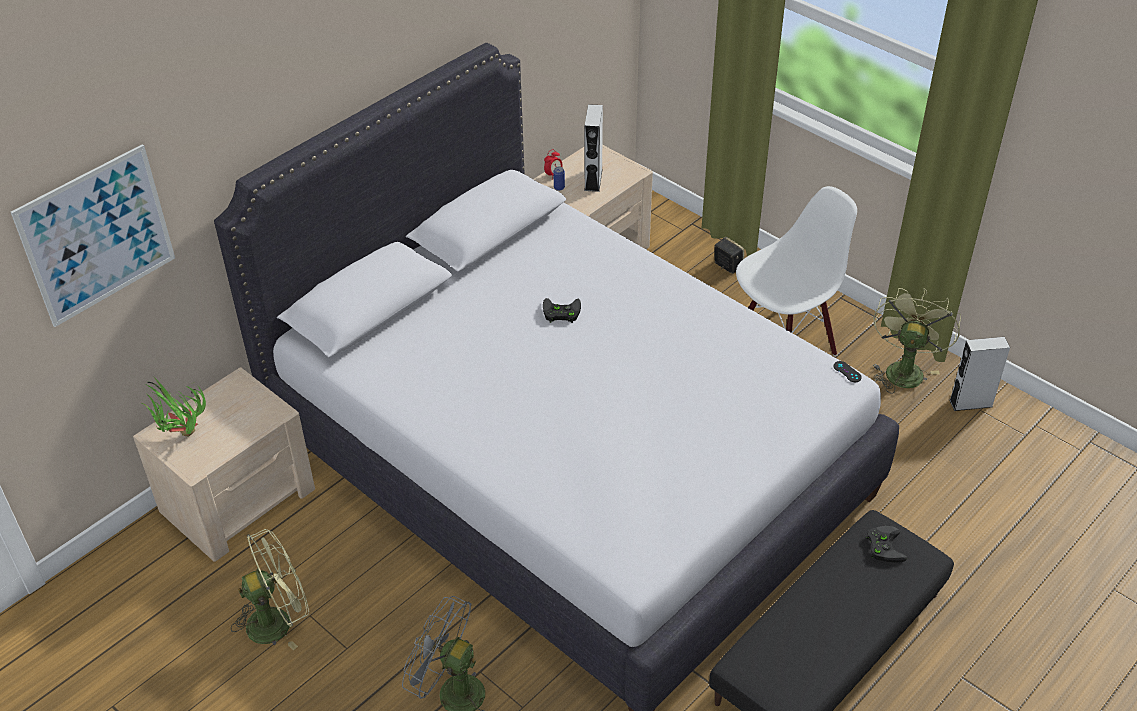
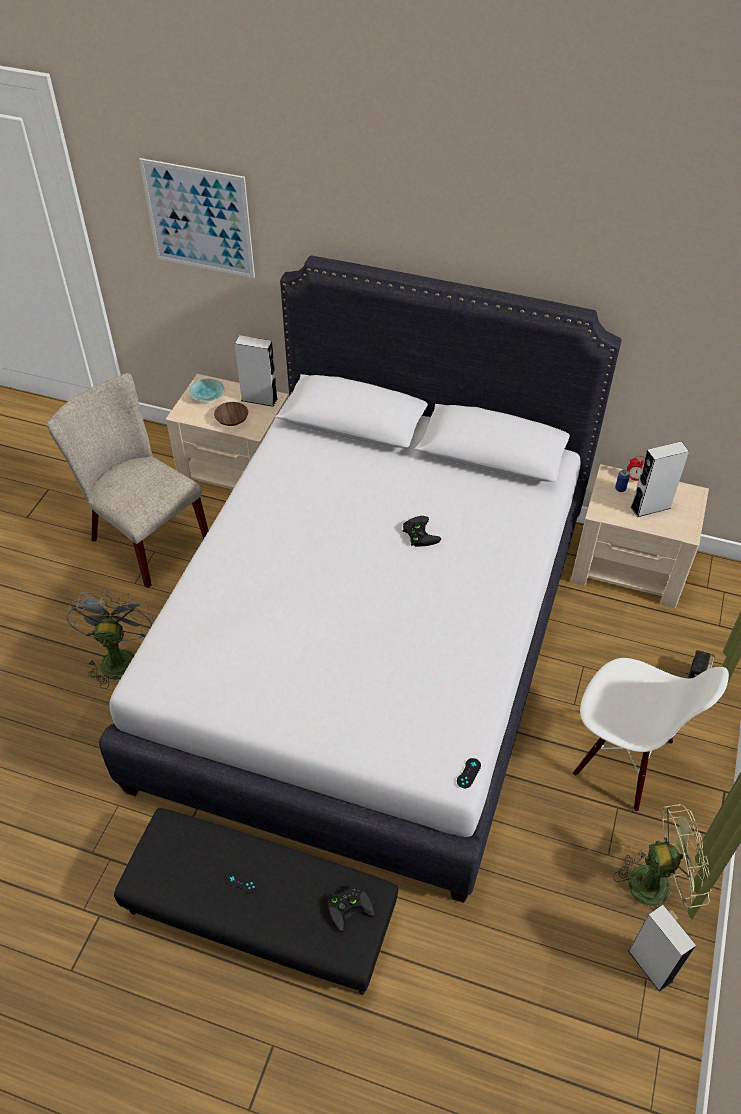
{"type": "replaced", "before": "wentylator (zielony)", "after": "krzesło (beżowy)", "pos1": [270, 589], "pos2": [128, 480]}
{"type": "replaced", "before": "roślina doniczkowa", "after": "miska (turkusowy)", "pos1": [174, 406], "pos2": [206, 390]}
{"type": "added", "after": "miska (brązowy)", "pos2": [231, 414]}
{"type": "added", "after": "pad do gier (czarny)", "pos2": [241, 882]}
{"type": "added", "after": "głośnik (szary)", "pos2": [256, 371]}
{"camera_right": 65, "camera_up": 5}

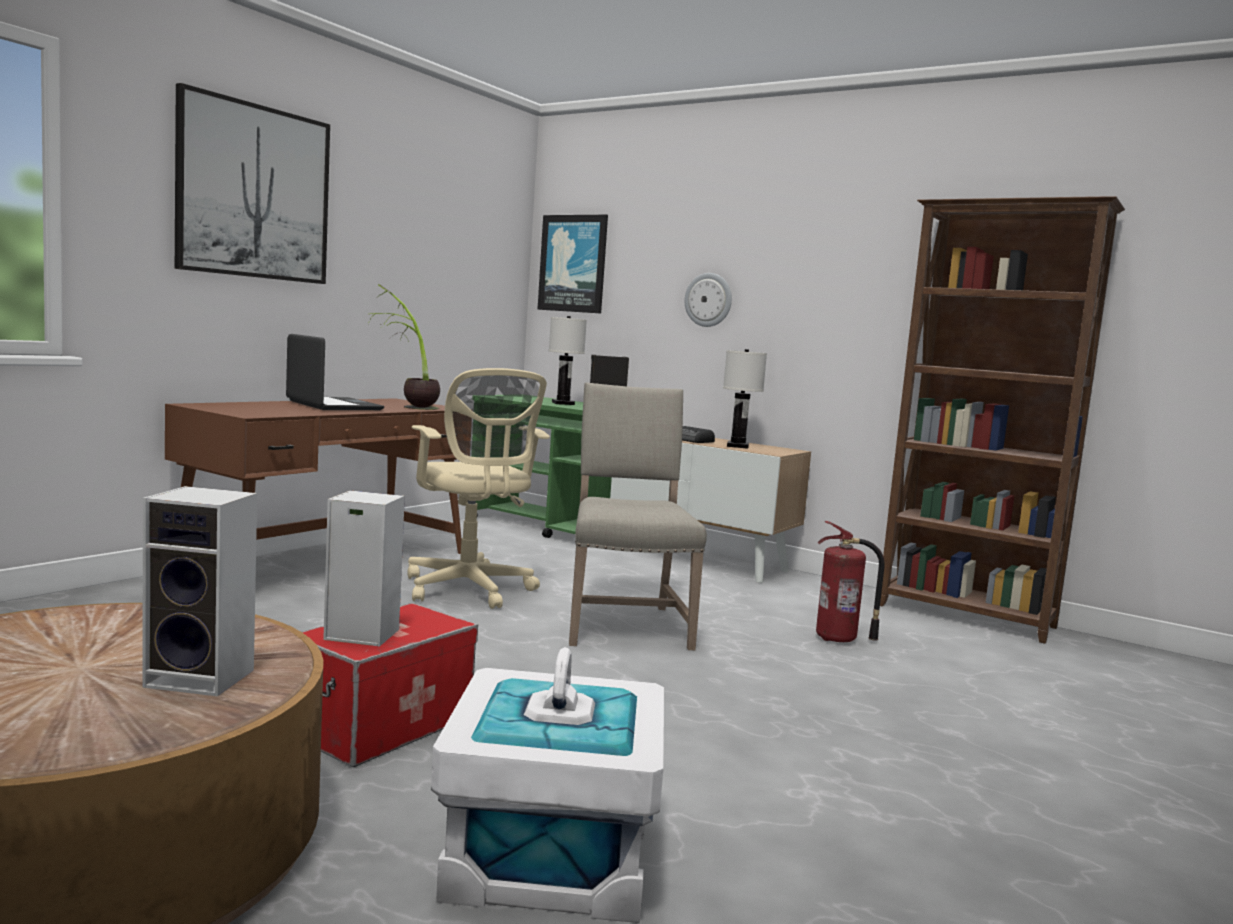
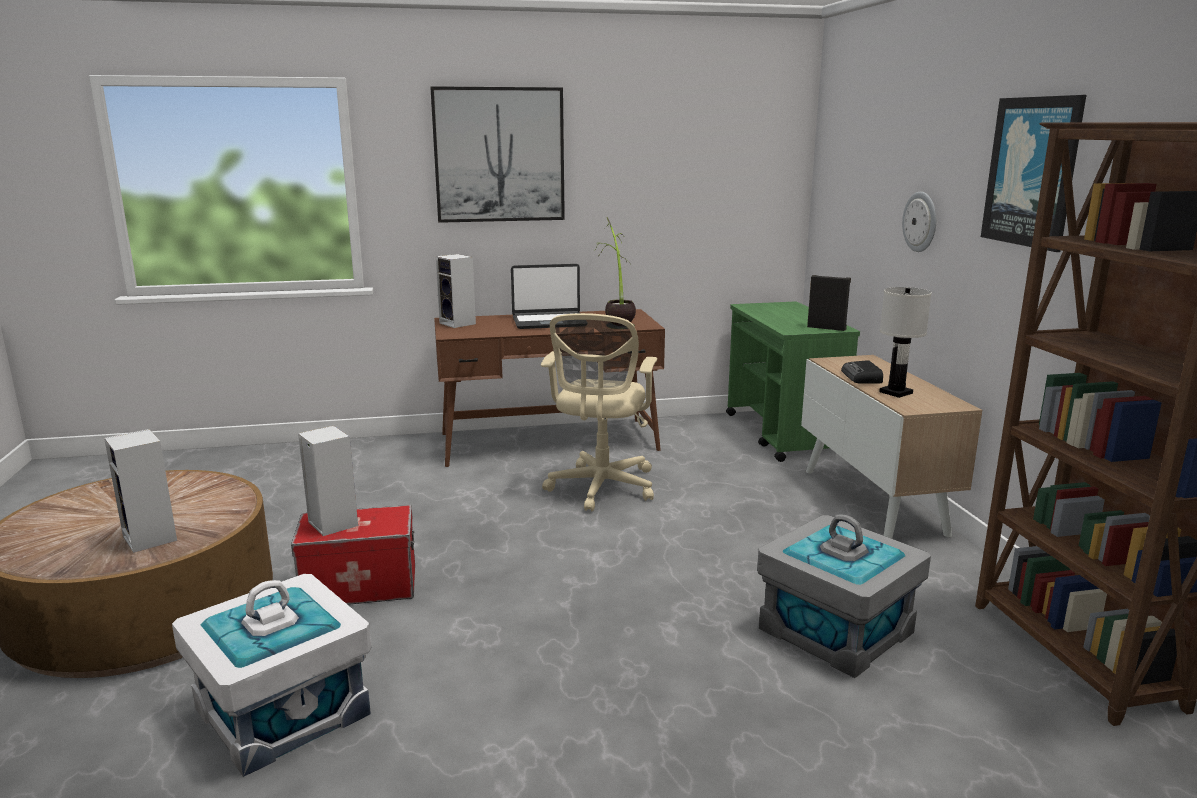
{"type": "added", "after": "głośnik", "pos2": [456, 291]}
{"type": "turned", "before": "laptop", "pos1": [335, 372], "pos2": [545, 296], "turn": 75}
{"type": "replaced", "before": "gaśnica", "after": "pojemnik do przechowywania (szary)", "pos1": [850, 581], "pos2": [844, 596]}
{"type": "moved", "before": "obraz", "pos1": [572, 264], "pos2": [1033, 173]}
{"type": "removed", "before": "lampa stołowa (biały)", "pos1": [568, 360]}
{"type": "removed", "before": "krzesło (beżowy)", "pos1": [638, 516]}
{"camera_right": 45, "camera_up": 10}

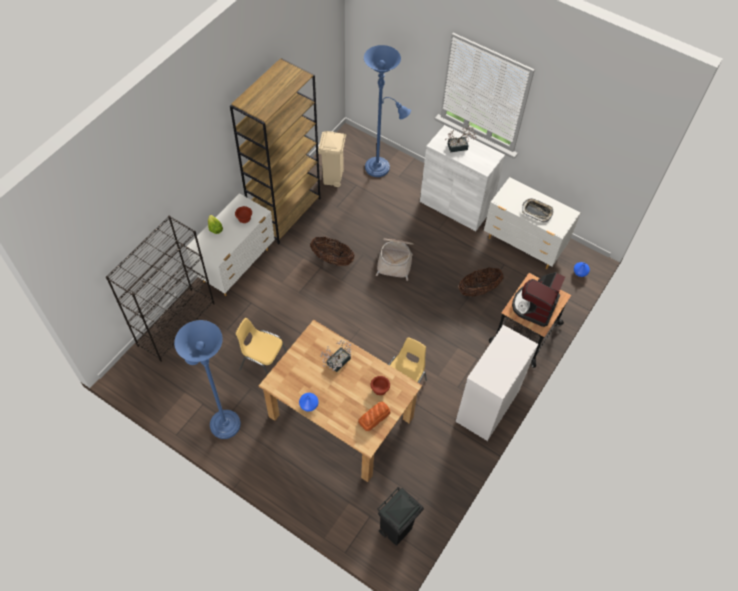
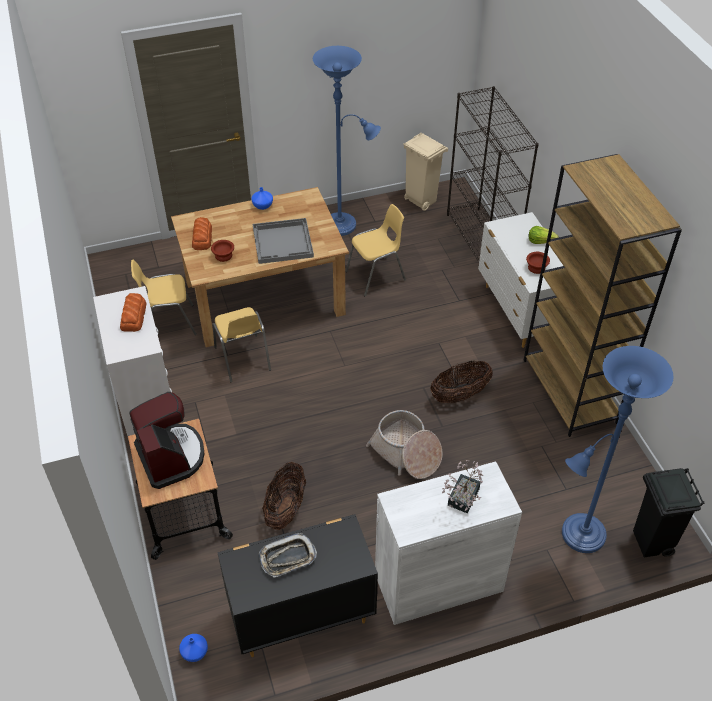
{"type": "added", "after": "chleb", "pos2": [133, 312]}
{"type": "added", "after": "krzesło (żółty)", "pos2": [164, 297]}
{"type": "recoloured", "before": "komoda (biały)", "after": "komoda (czarny)", "pos1": [532, 223], "pos2": [297, 585]}
{"type": "replaced", "before": "roślina doniczkowa", "after": "taca (szary)", "pos1": [335, 356], "pos2": [283, 241]}
{"type": "moved", "before": "kosz na śmieci (beżowy)", "pos1": [332, 159], "pos2": [425, 172]}
{"type": "moved", "before": "kosz na śmieci (czarny)", "pos1": [400, 516], "pos2": [668, 512]}
{"camera_right": 130, "camera_up": -10}

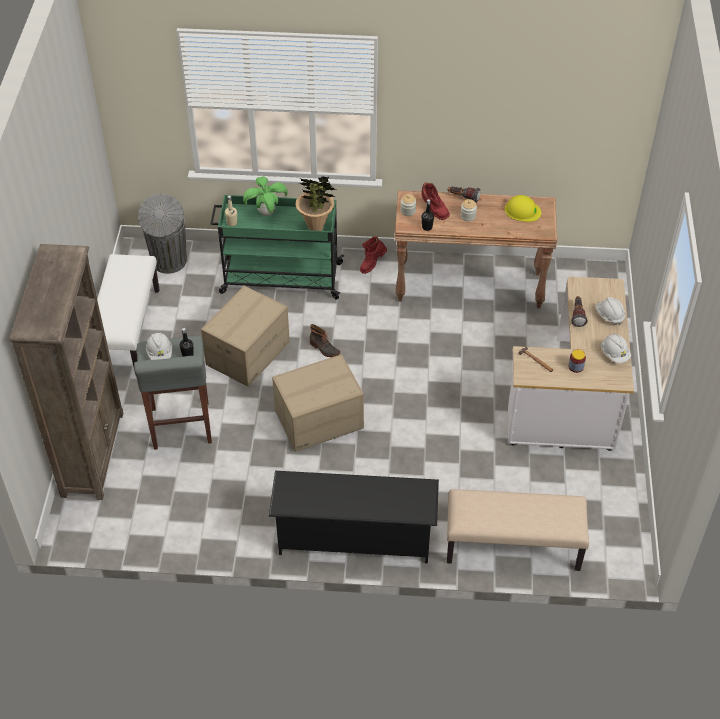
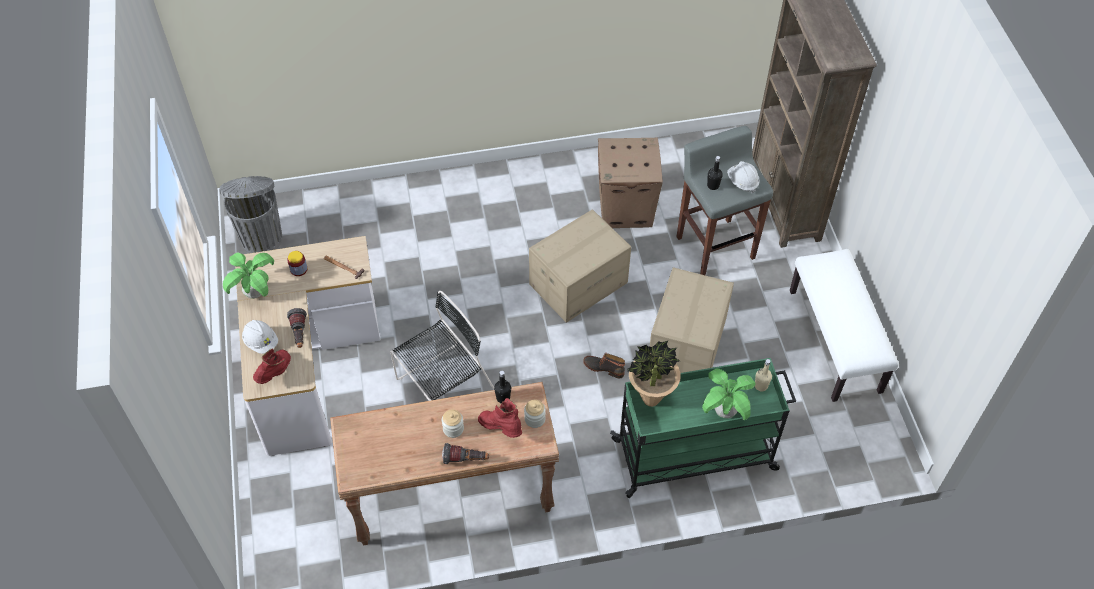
{"type": "moved", "before": "kosz na śmieci (szary)", "pos1": [162, 233], "pos2": [250, 214]}
{"type": "replaced", "before": "kask (biały)", "after": "roślina doniczkowa", "pos1": [616, 348], "pos2": [248, 275]}
{"type": "moved", "before": "but z cholewką (czerwony)", "pos1": [373, 255], "pos2": [272, 366]}
{"type": "added", "after": "krzesło (czarny)", "pos2": [442, 346]}
{"type": "added", "after": "karton", "pos2": [630, 183]}
{"type": "removed", "before": "regał na buty (czarny)", "pos1": [354, 517]}
{"type": "removed", "before": "ławka (beżowy)", "pos1": [518, 530]}
{"type": "removed", "before": "kask (żółty)", "pos1": [523, 208]}
{"camera_right": 165, "camera_up": 5}

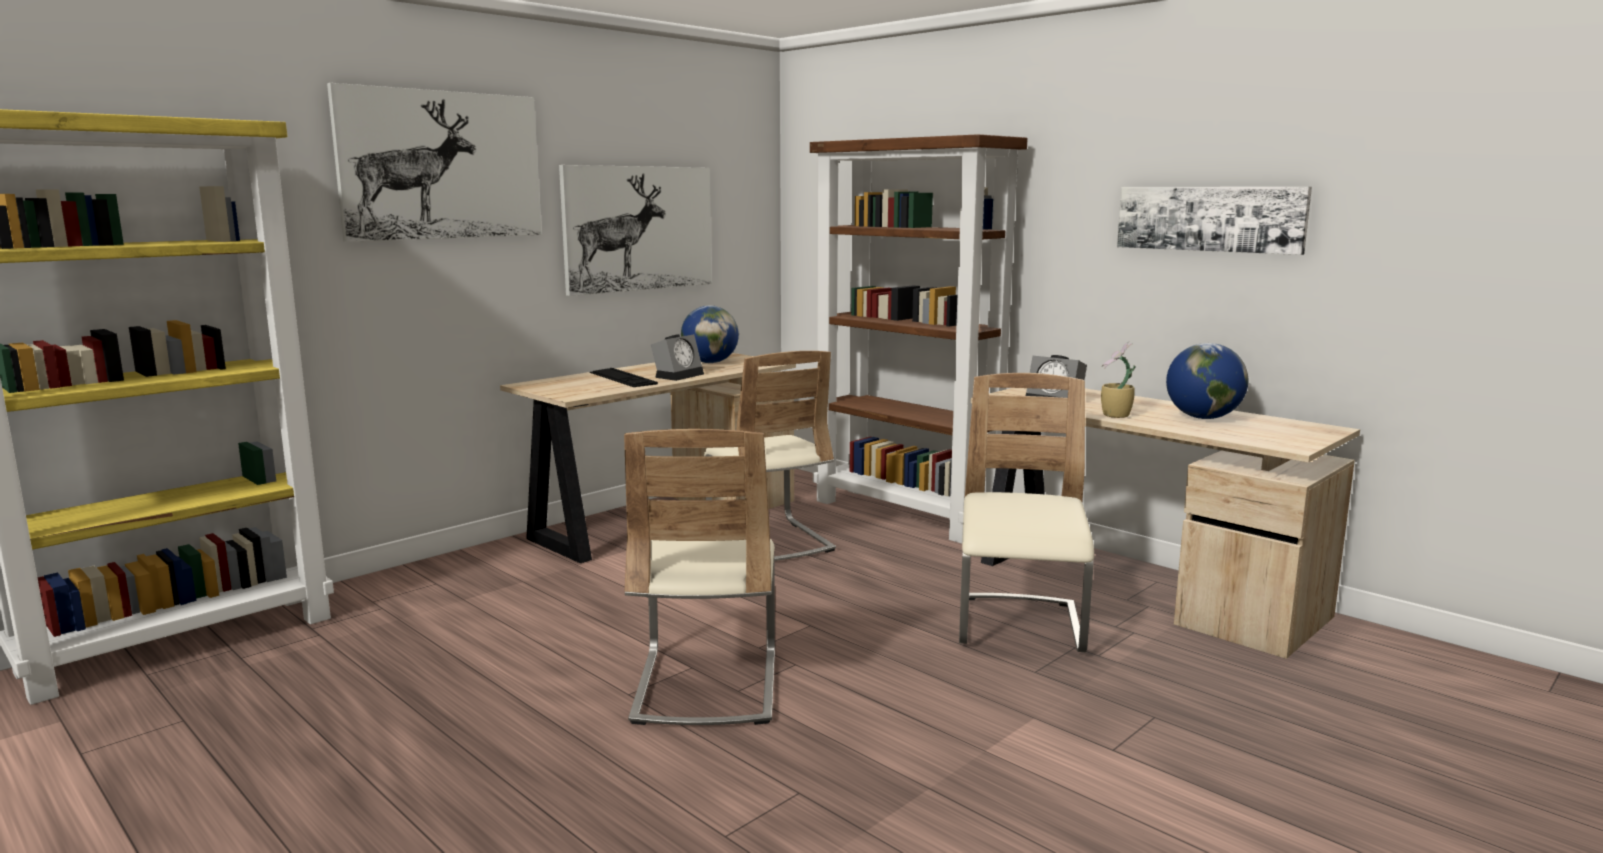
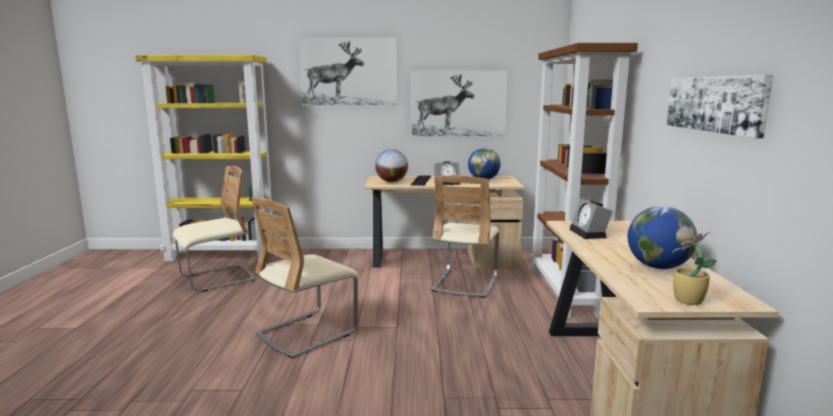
{"type": "moved", "before": "krzesło (beżowy)", "pos1": [1026, 512], "pos2": [214, 229]}
{"type": "added", "after": "globus", "pos2": [391, 165]}
{"type": "moved", "before": "roślina doniczkowa", "pos1": [1118, 379], "pos2": [694, 268]}
{"camera_right": 45, "camera_up": 0}

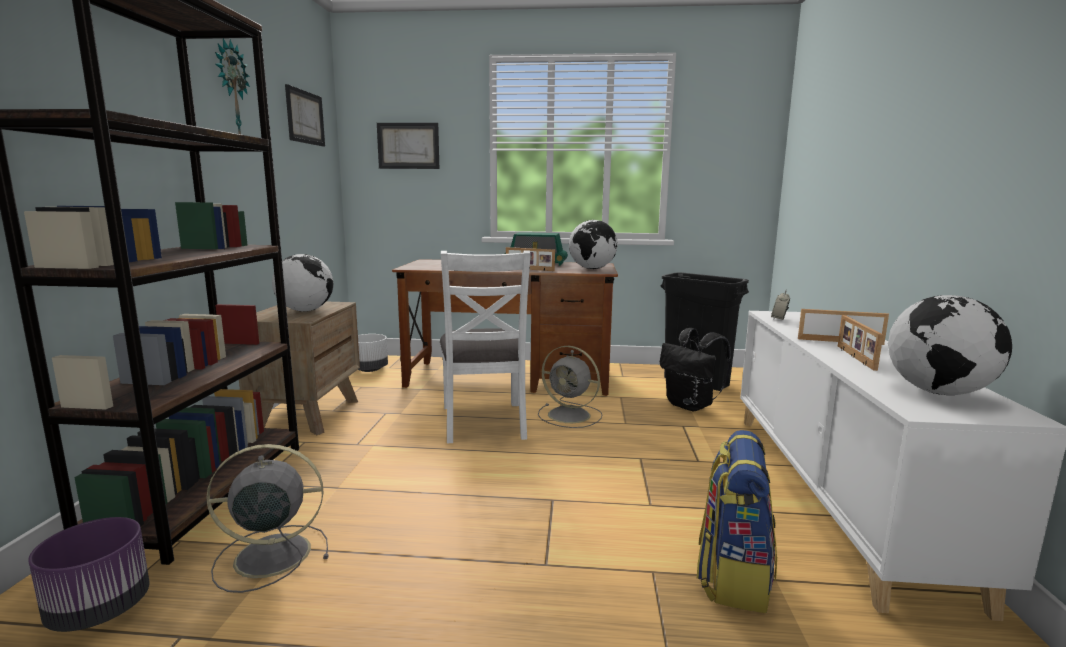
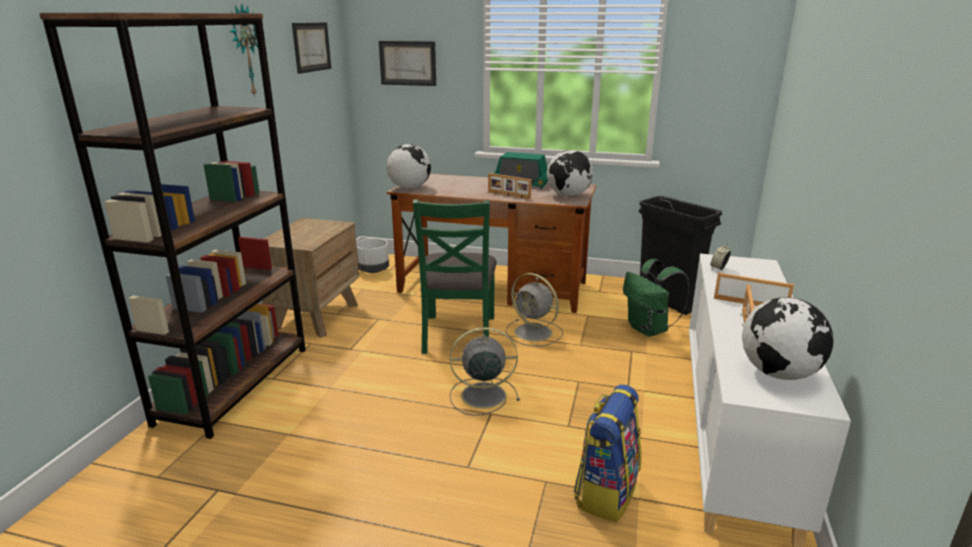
{"type": "moved", "before": "globus", "pos1": [302, 283], "pos2": [409, 166]}
{"type": "recoloured", "before": "krzesło (biały)", "after": "krzesło (zielony)", "pos1": [485, 347], "pos2": [455, 277]}
{"type": "moved", "before": "wentylator (szary)", "pos1": [267, 518], "pos2": [485, 371]}
{"type": "recoloured", "before": "plecak (czarny)", "after": "plecak (zielony)", "pos1": [695, 369], "pos2": [656, 298]}
{"type": "removed", "before": "donica (fioletowy)", "pos1": [89, 574]}
{"camera_right": 10, "camera_up": 10}

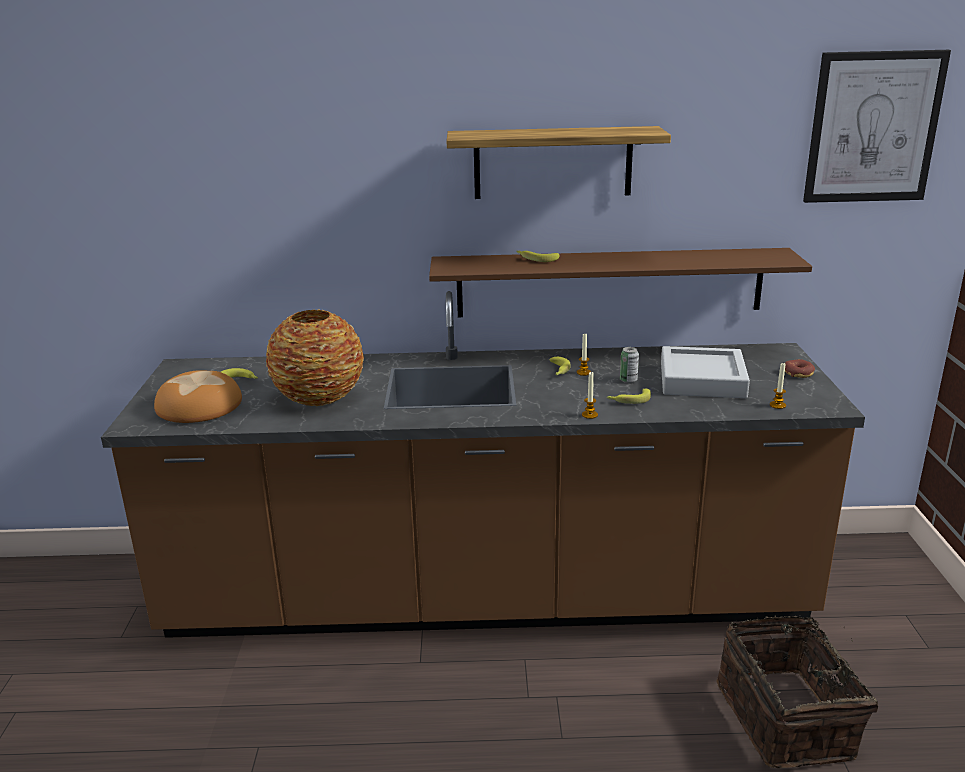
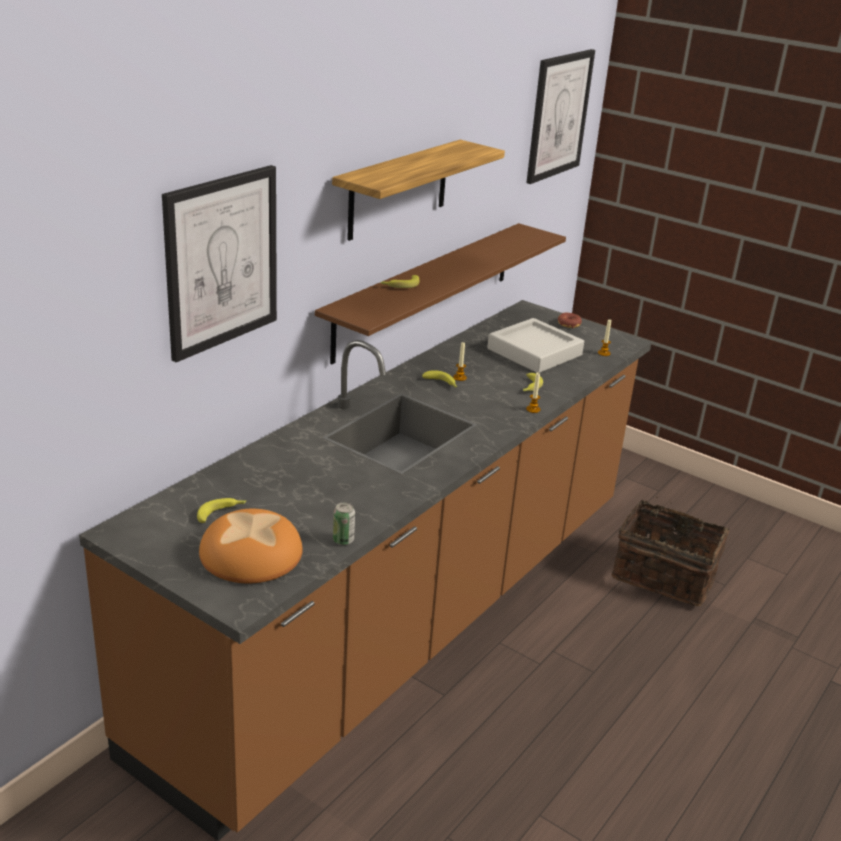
{"type": "added", "after": "obraz", "pos2": [219, 263]}
{"type": "moved", "before": "puszka", "pos1": [629, 365], "pos2": [344, 523]}
{"type": "removed", "before": "wazon", "pos1": [315, 357]}
{"camera_right": -55, "camera_up": 5}

